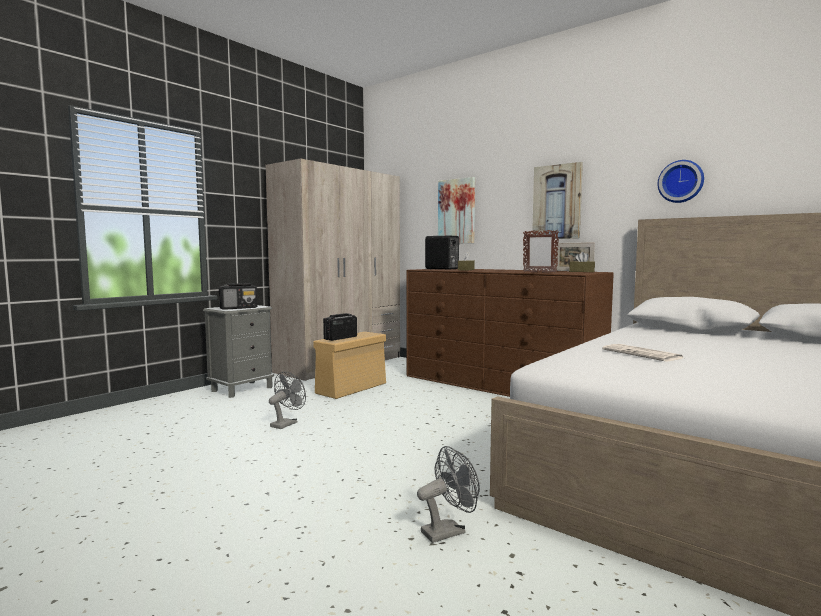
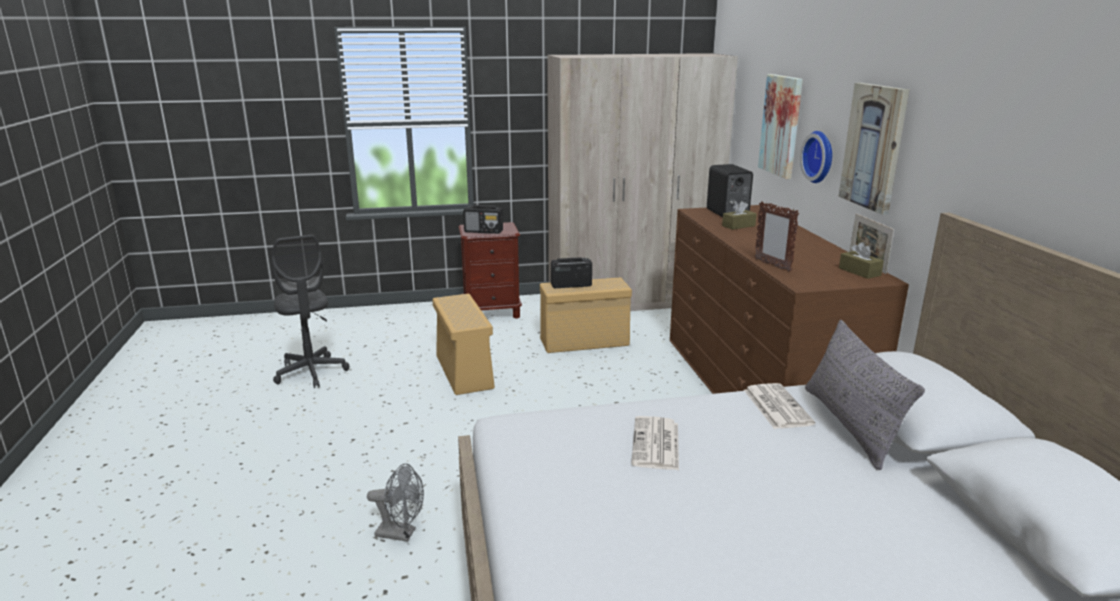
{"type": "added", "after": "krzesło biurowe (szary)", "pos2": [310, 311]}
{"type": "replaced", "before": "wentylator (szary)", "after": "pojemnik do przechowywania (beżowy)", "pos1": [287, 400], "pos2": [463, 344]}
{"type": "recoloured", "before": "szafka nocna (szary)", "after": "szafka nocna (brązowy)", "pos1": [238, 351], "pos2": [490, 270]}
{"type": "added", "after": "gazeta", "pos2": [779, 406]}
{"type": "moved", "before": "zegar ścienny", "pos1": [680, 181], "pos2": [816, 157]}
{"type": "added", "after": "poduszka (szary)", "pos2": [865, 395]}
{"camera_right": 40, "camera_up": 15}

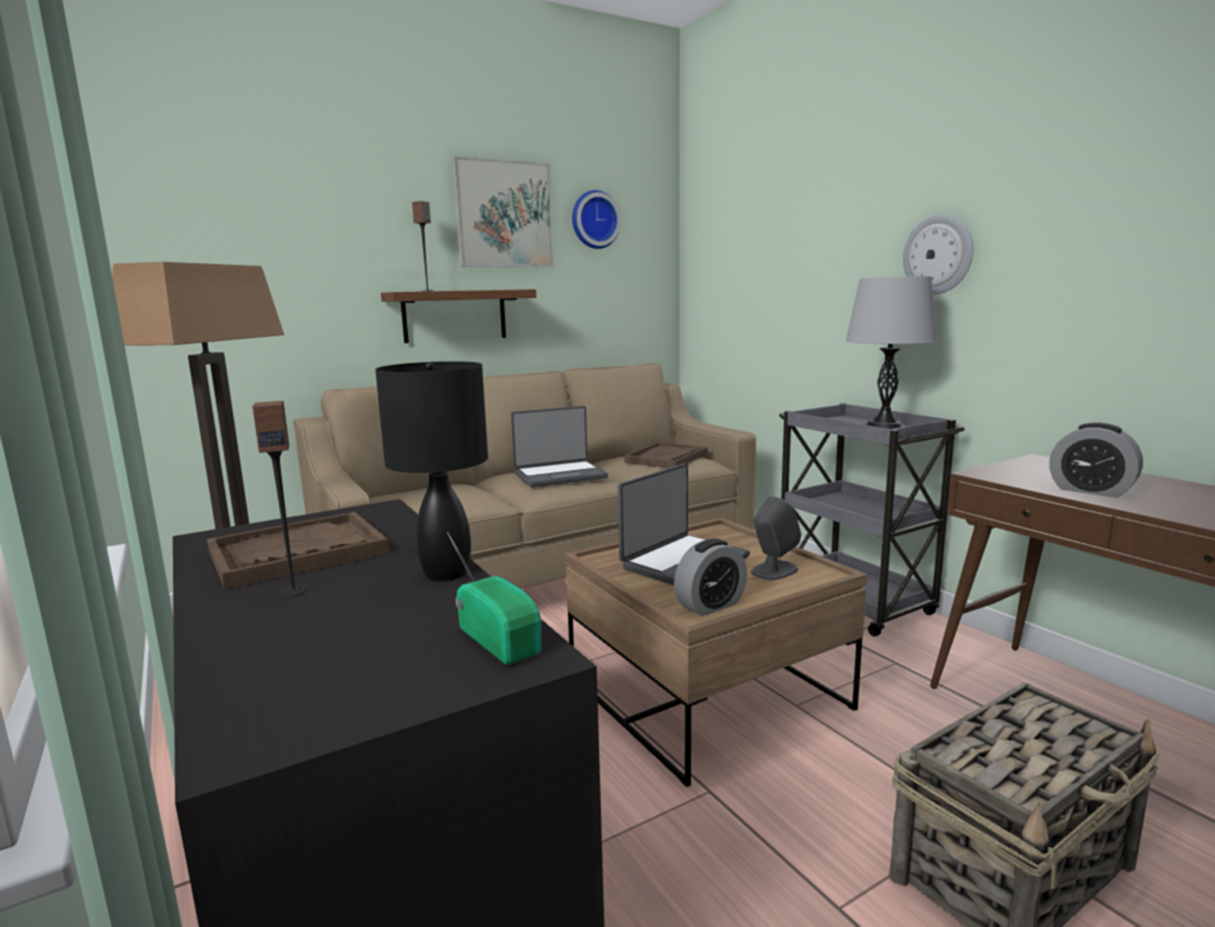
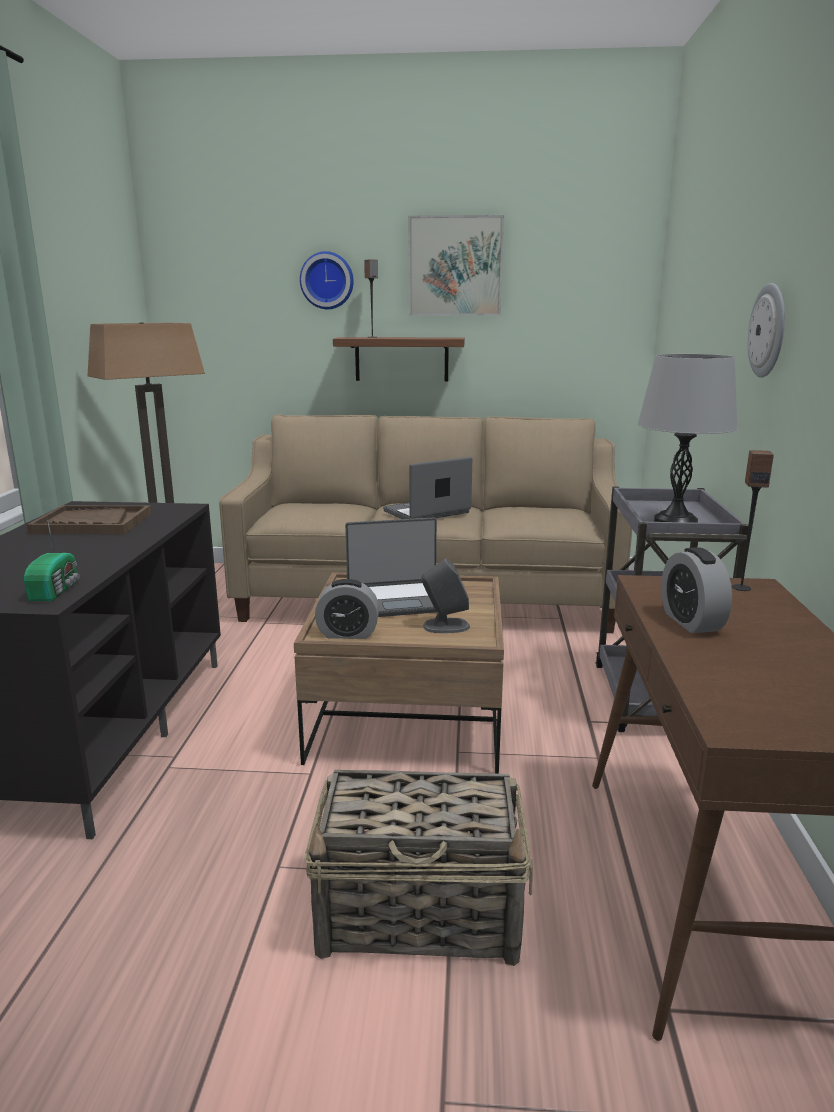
{"type": "moved", "before": "zegar ścienny", "pos1": [596, 219], "pos2": [327, 280]}
{"type": "turned", "before": "laptop", "pos1": [559, 446], "pos2": [427, 488], "turn": 135}
{"type": "moved", "before": "głośnik", "pos1": [280, 499], "pos2": [753, 520]}
{"type": "removed", "before": "lampa stołowa (czarny)", "pos1": [431, 471]}
{"type": "removed", "before": "taca (brązowy)", "pos1": [666, 455]}
{"camera_right": 35, "camera_up": 5}

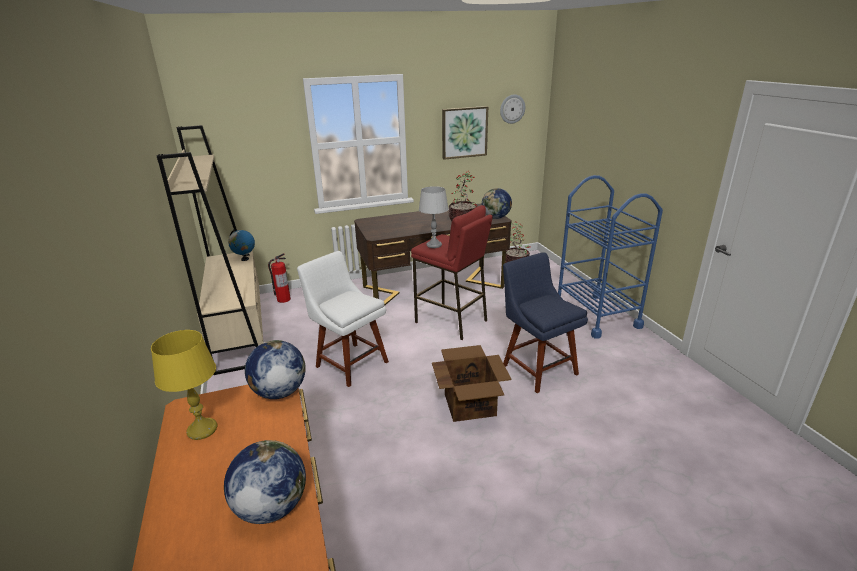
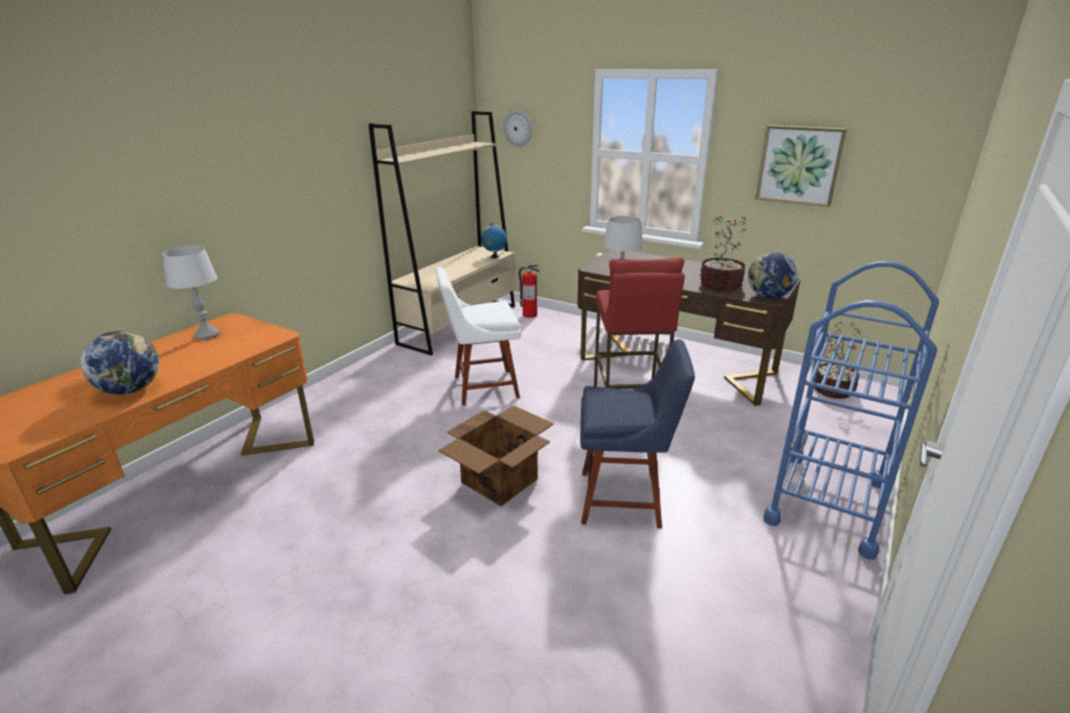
{"type": "recoloured", "before": "lampa stołowa (żółty)", "after": "lampa stołowa (szary)", "pos1": [184, 385], "pos2": [191, 293]}
{"type": "turned", "before": "krzesło (biały)", "pos1": [343, 319], "pos2": [478, 336], "turn": -105}
{"type": "moved", "before": "zegar ścienny", "pos1": [512, 109], "pos2": [518, 128]}
{"type": "turned", "before": "krzesło (niebieski)", "pos1": [545, 322], "pos2": [637, 433], "turn": 75}
{"type": "removed", "before": "globus", "pos1": [275, 369]}
{"camera_right": 50, "camera_up": 0}

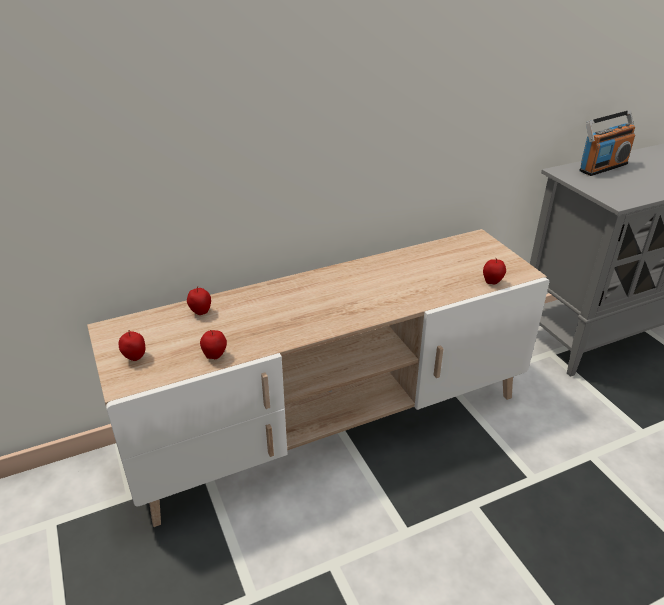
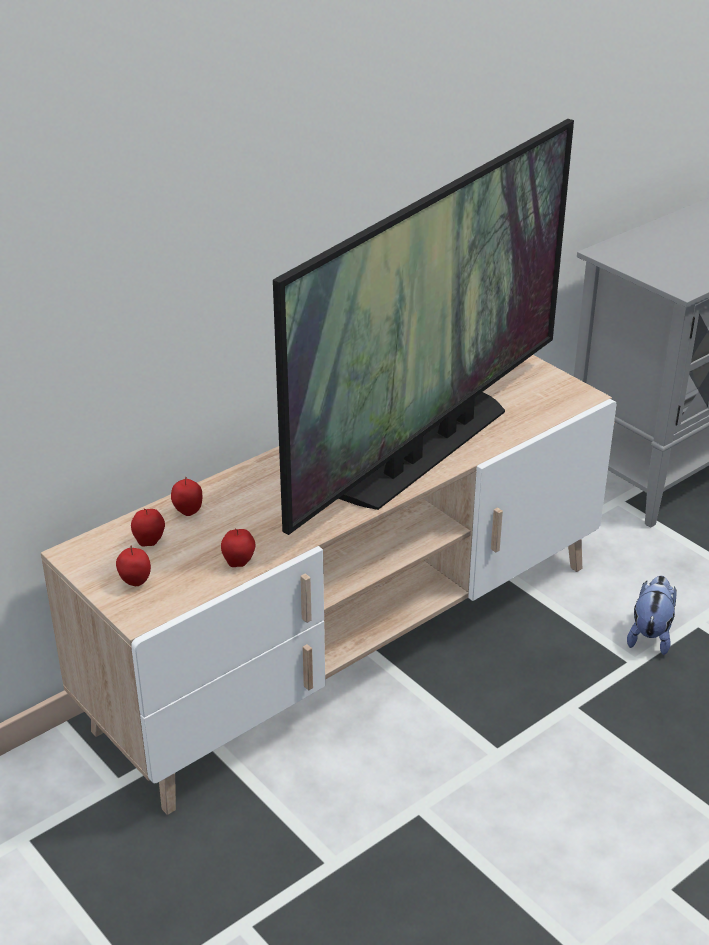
{"type": "moved", "before": "jabłko", "pos1": [494, 271], "pos2": [148, 527]}
{"type": "added", "after": "telewizor", "pos2": [423, 327]}
{"type": "added", "after": "pluszak", "pos2": [652, 615]}
{"type": "removed", "before": "radio", "pos1": [607, 143]}
{"camera_right": -15, "camera_up": 0}

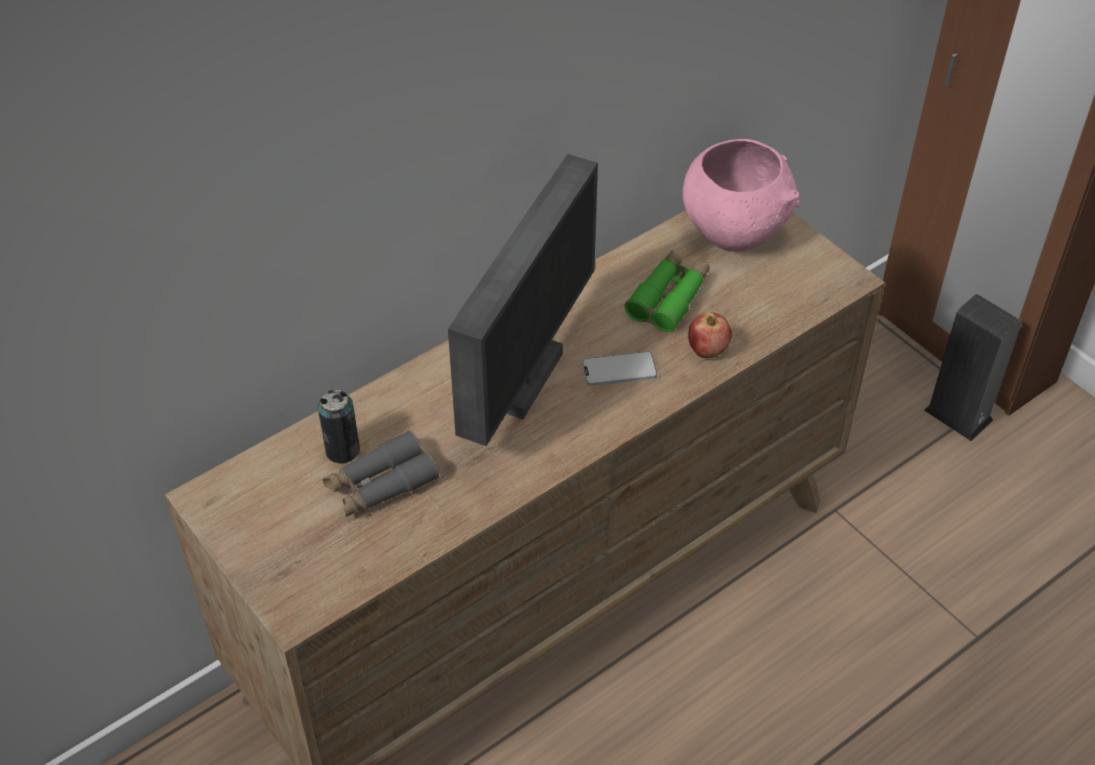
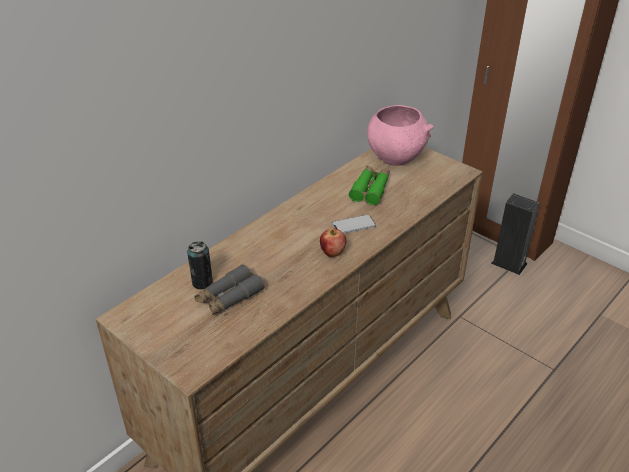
{"type": "moved", "before": "jabłko", "pos1": [710, 335], "pos2": [333, 242]}
{"type": "removed", "before": "monitor", "pos1": [523, 300]}
{"camera_right": -10, "camera_up": -10}

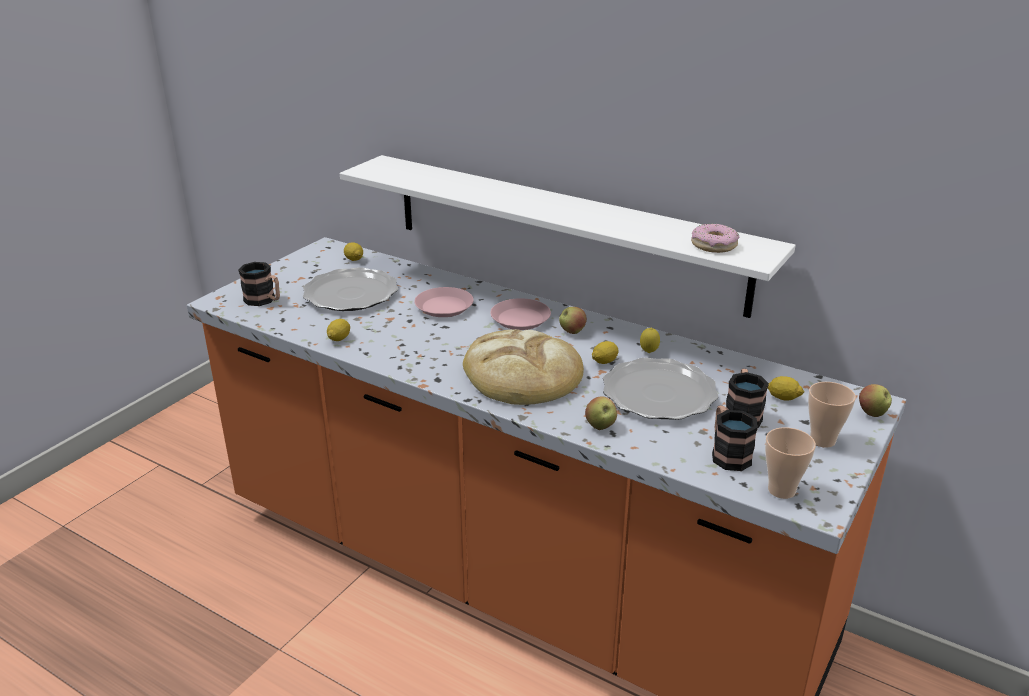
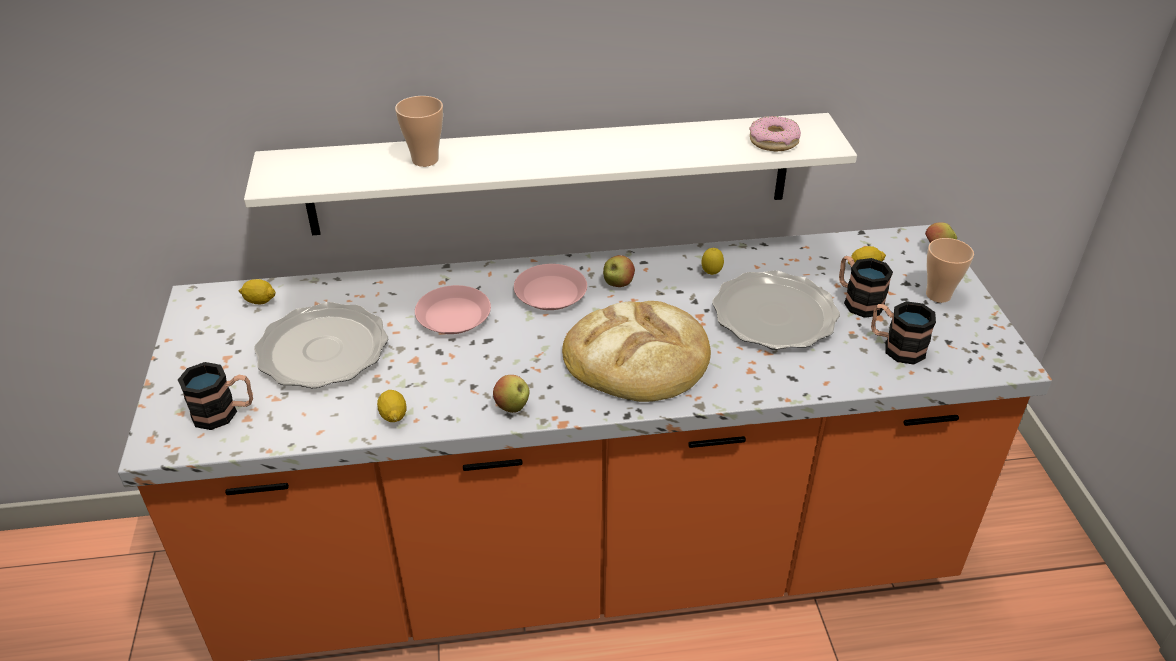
{"type": "moved", "before": "filiżanka", "pos1": [790, 463], "pos2": [419, 131]}
{"type": "moved", "before": "jabłko", "pos1": [601, 413], "pos2": [511, 394]}
{"type": "removed", "before": "cytryna", "pos1": [605, 352]}
{"camera_right": -40, "camera_up": 10}

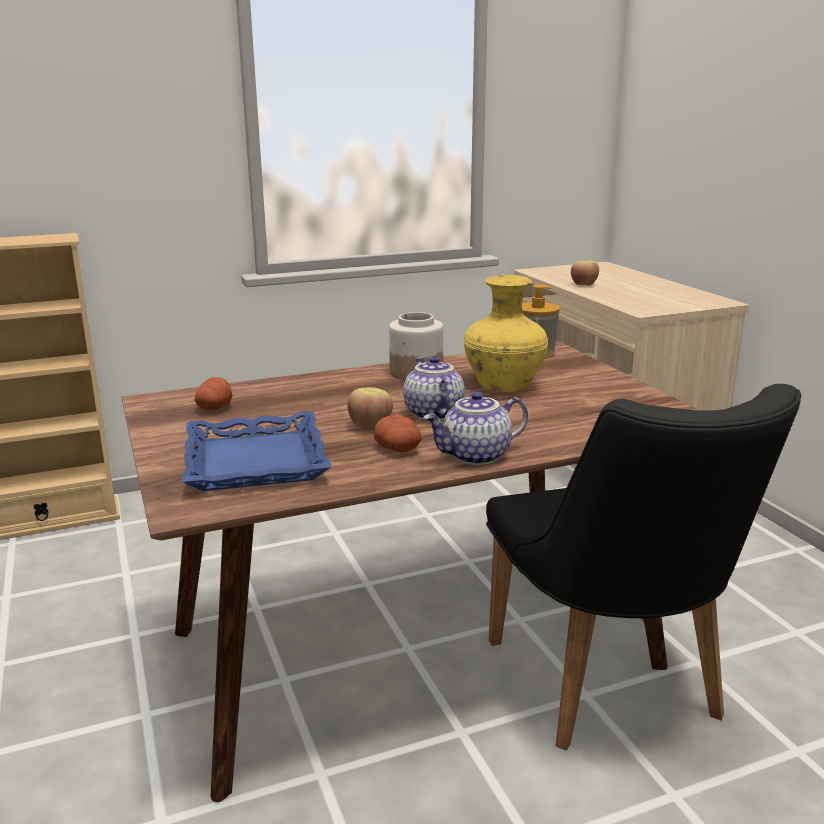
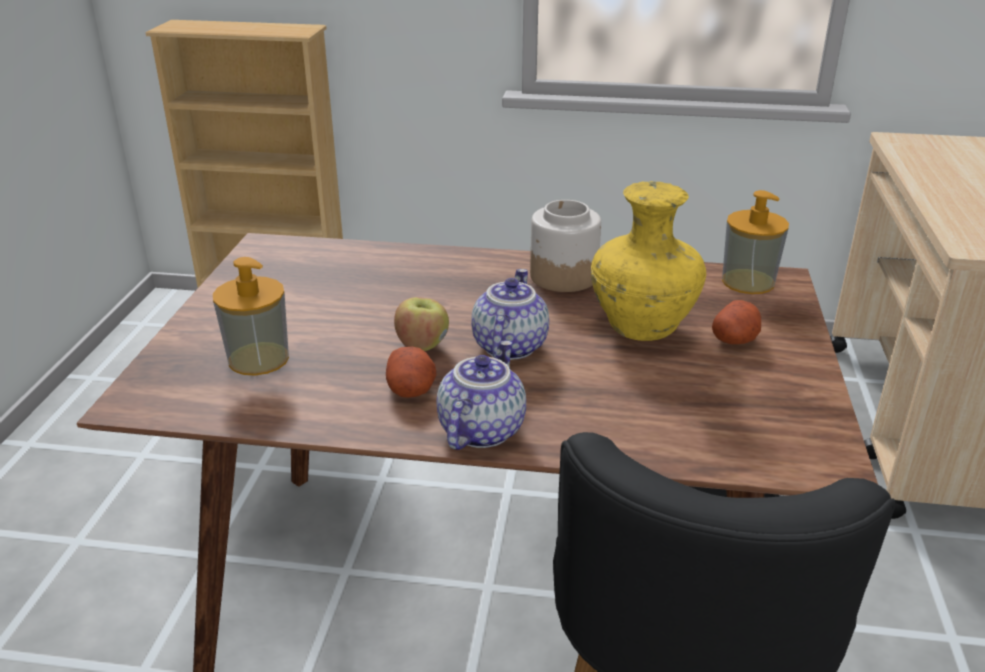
{"type": "replaced", "before": "taca (niebieski)", "after": "dozownik mydła", "pos1": [256, 451], "pos2": [251, 316]}
{"type": "turned", "before": "imbryk", "pos1": [475, 428], "pos2": [481, 395], "turn": 105}
{"type": "moved", "before": "ziemniak", "pos1": [214, 393], "pos2": [736, 322]}
{"type": "removed", "before": "jabłko", "pos1": [585, 273]}
{"camera_right": 30, "camera_up": 10}

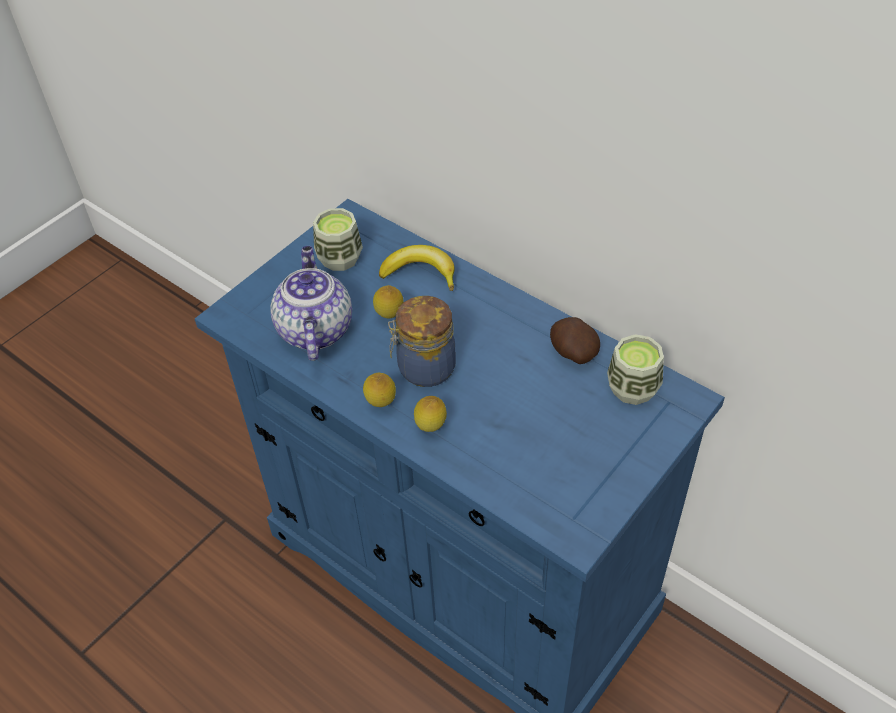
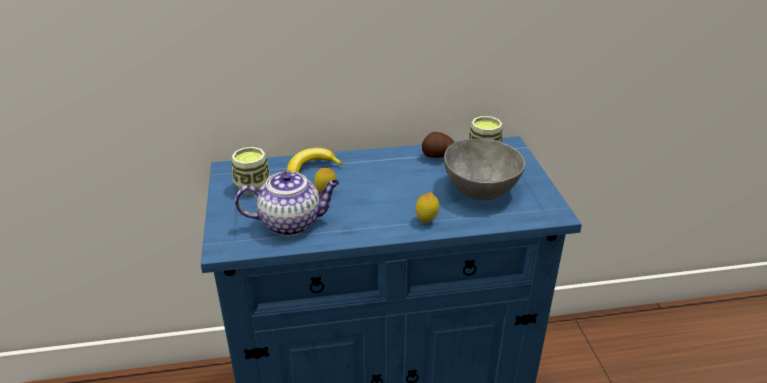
{"type": "turned", "before": "imbryk", "pos1": [311, 303], "pos2": [287, 203], "turn": 135}
{"type": "added", "after": "miska (szary)", "pos2": [484, 169]}
{"type": "removed", "before": "cytryna", "pos1": [379, 390]}
{"type": "removed", "before": "słoik", "pos1": [422, 341]}
{"camera_right": -50, "camera_up": -15}

